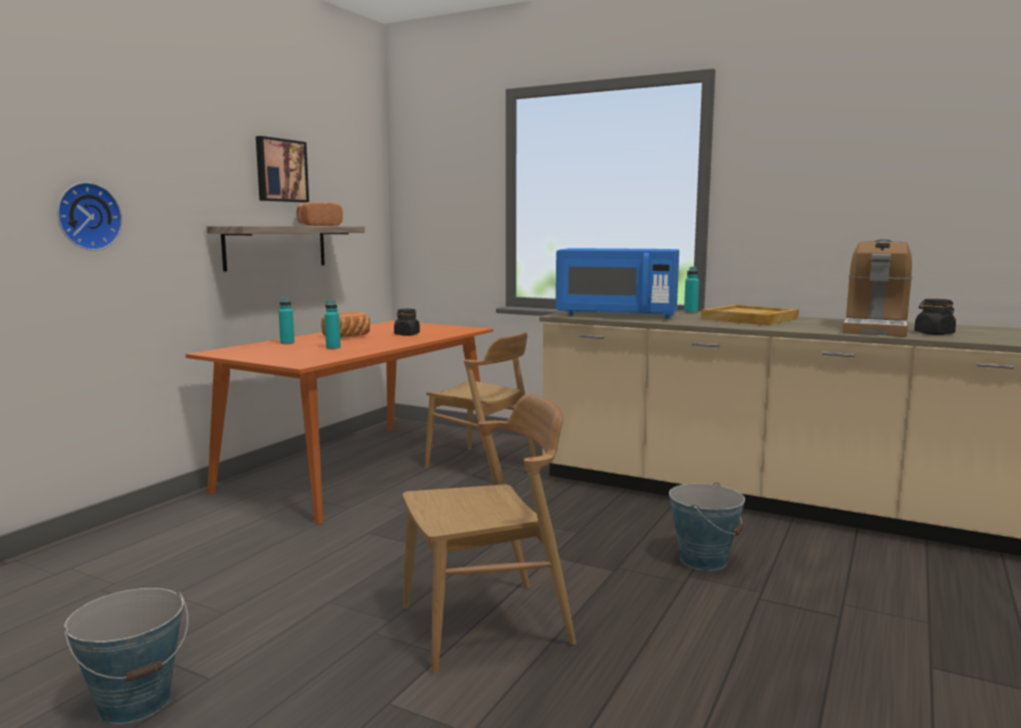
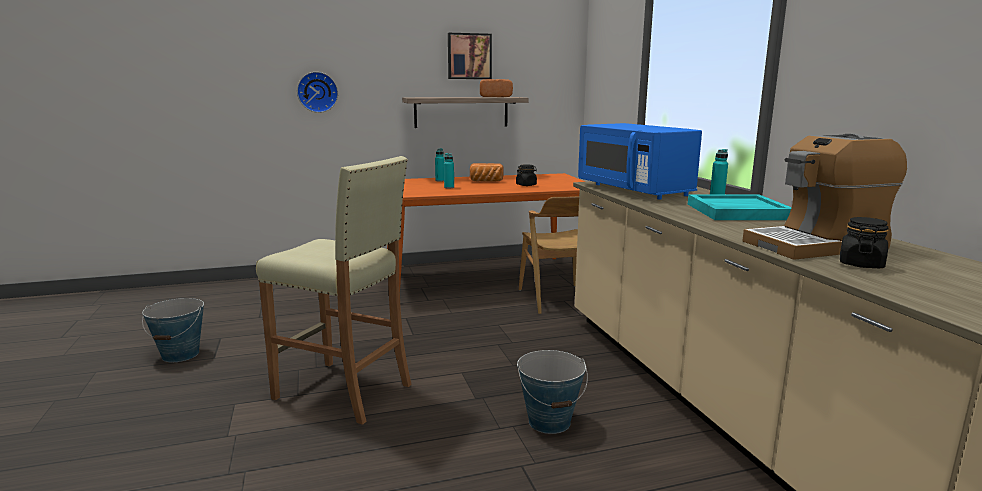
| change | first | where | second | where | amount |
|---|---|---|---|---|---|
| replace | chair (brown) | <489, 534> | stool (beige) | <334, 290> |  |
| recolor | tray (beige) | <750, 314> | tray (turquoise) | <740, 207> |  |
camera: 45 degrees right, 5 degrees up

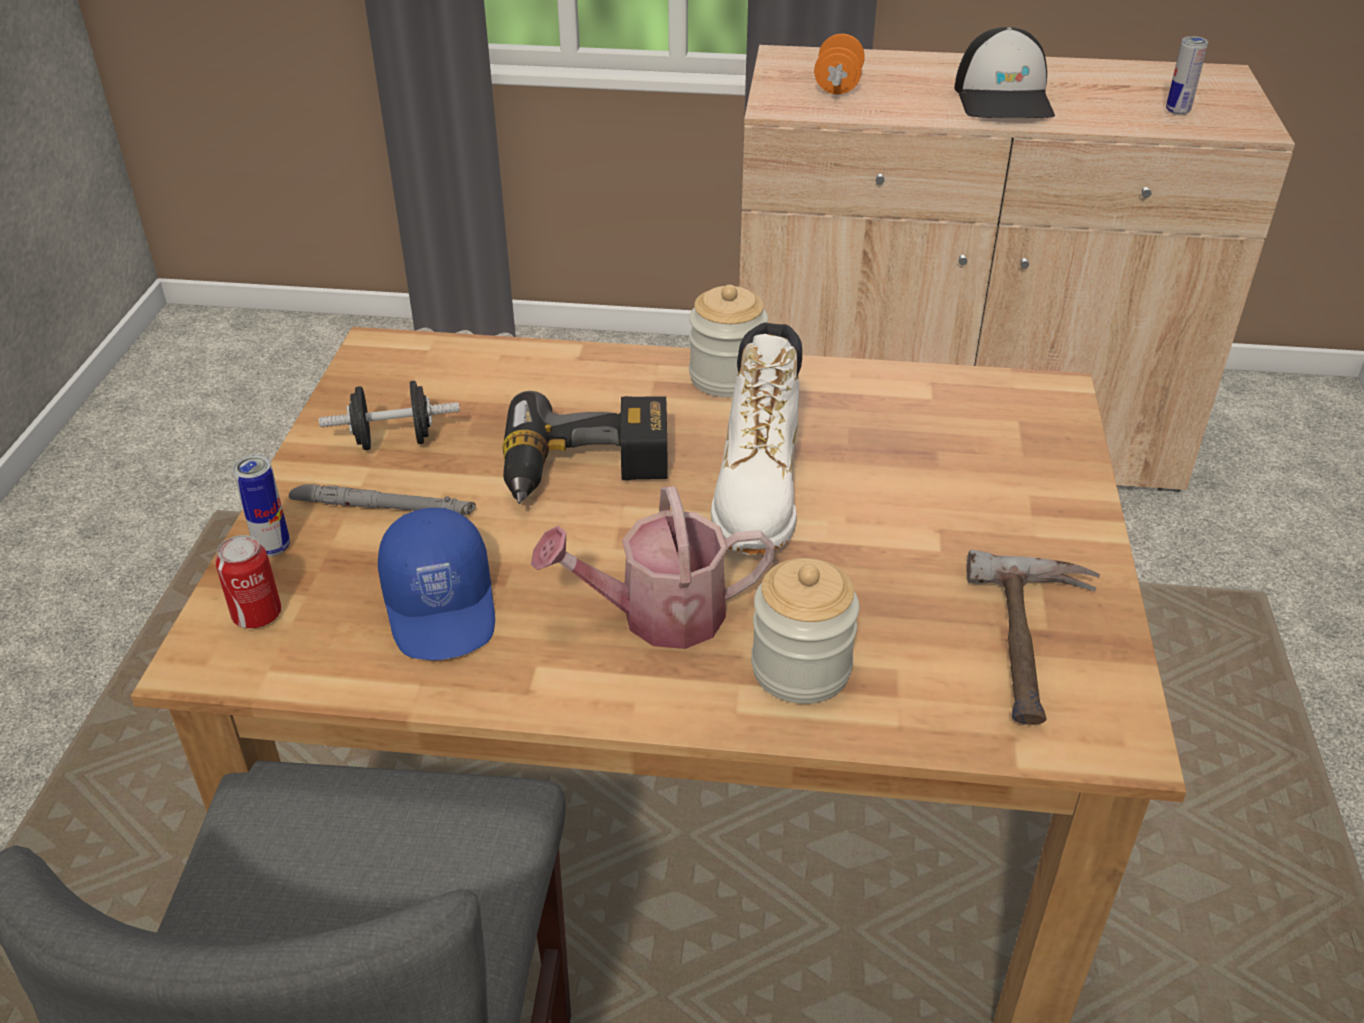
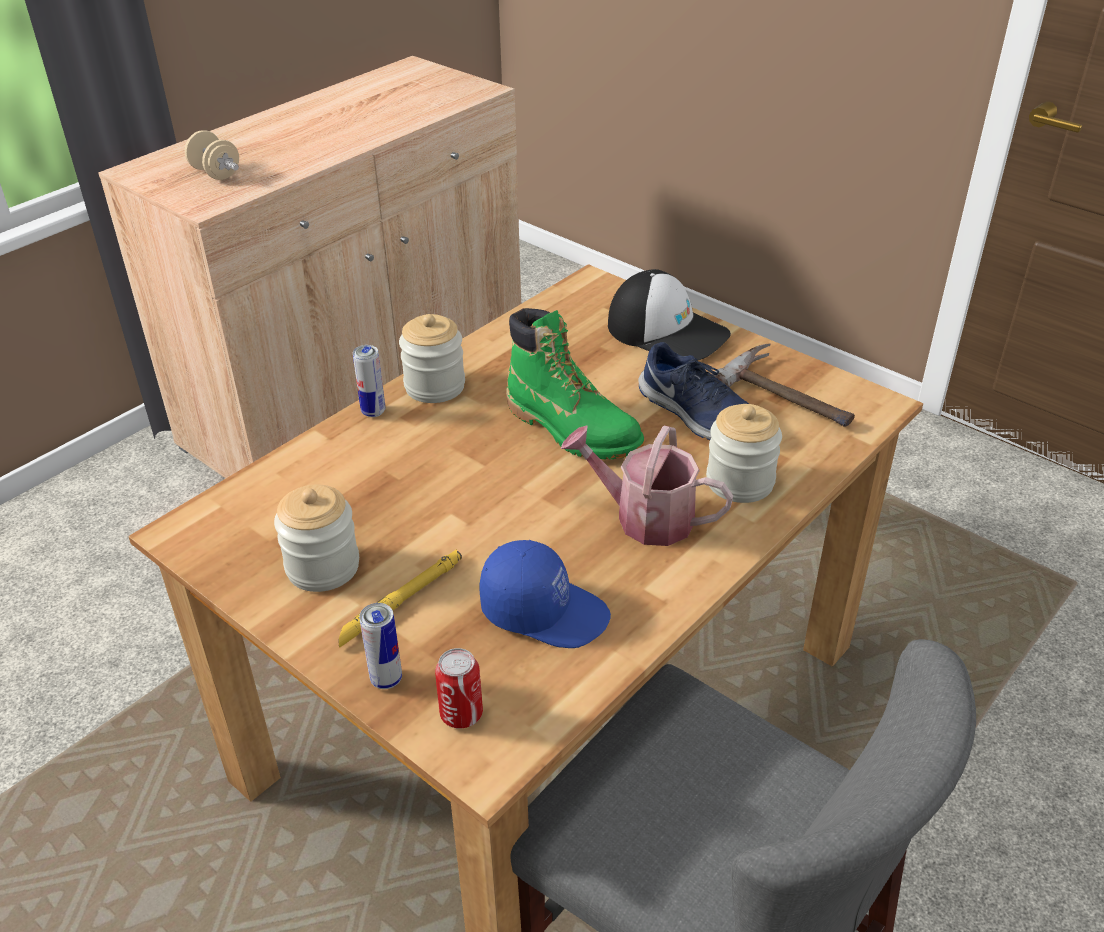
| change | first | where | second | where | amount |
|---|---|---|---|---|---|
| recolor | flashlight (grey) | <382, 499> | flashlight (yellow) | <400, 598> |  |
| replace | dumbbell (black) | <389, 415> | jar | <316, 538> |  |
| delete | power drill | <585, 447> |  |  |  |
| rotate | watering can | <653, 567> |  | <647, 485> | 90 degrees clockwise |
| recolor | boot (white) | <756, 438> | boot (green) | <575, 383> |  |
| recolor | dumbbell (orange) | <839, 64> | dumbbell (beige) | <212, 155> |  |
| move | cap | <1004, 72> |  | <669, 314> |  |
| move | can | <1187, 75> |  | <369, 381> |  |
| insert |  |  | shoe (blue) | <693, 391> |  |
camera: 55 degrees left, 0 degrees up

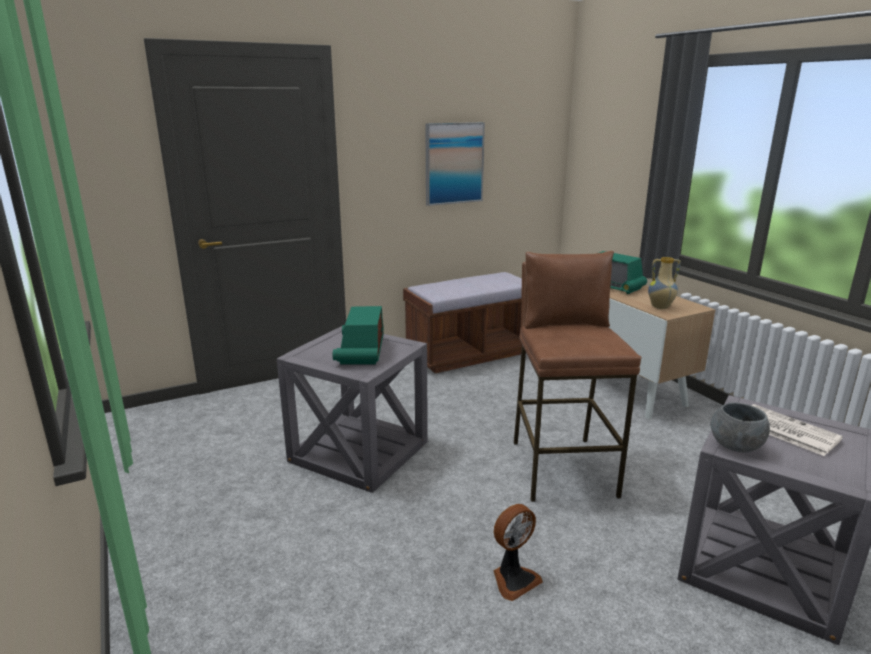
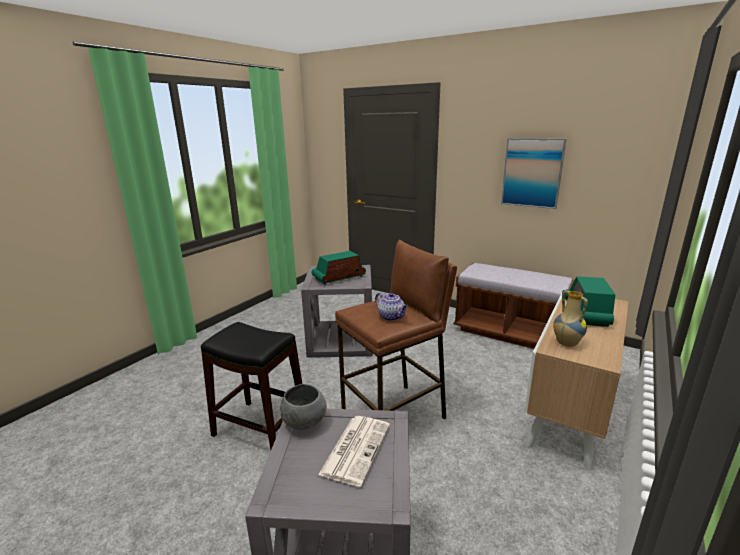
| change | first | where | second | where | amount |
|---|---|---|---|---|---|
| replace | fan | <518, 552> | stool (black) | <251, 385> |  |
| insert |  |  | teapot | <391, 307> |  |
camera: 60 degrees right, 0 degrees up

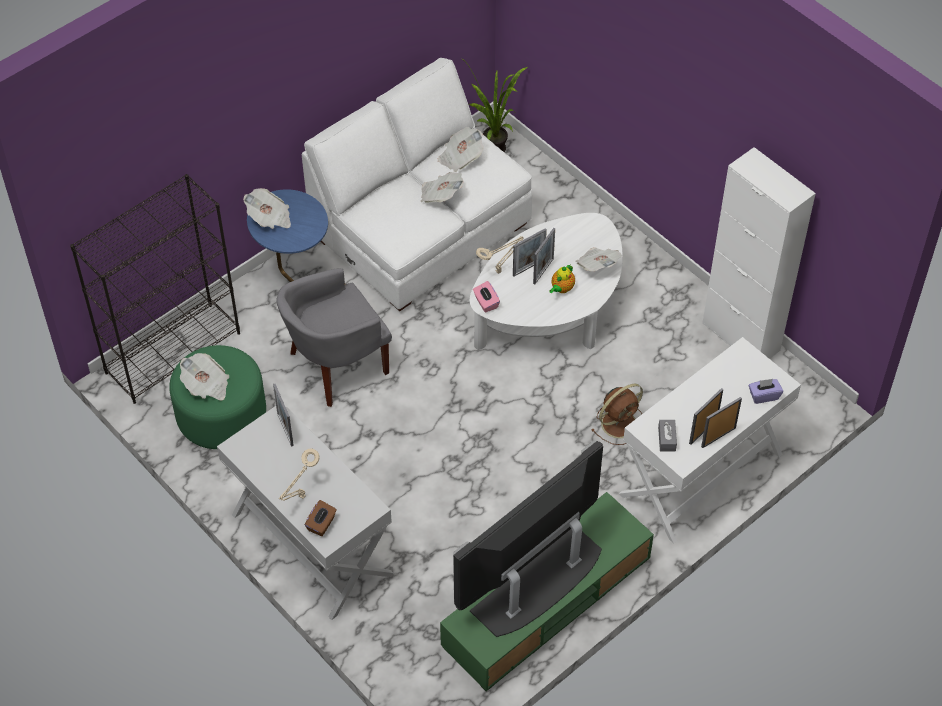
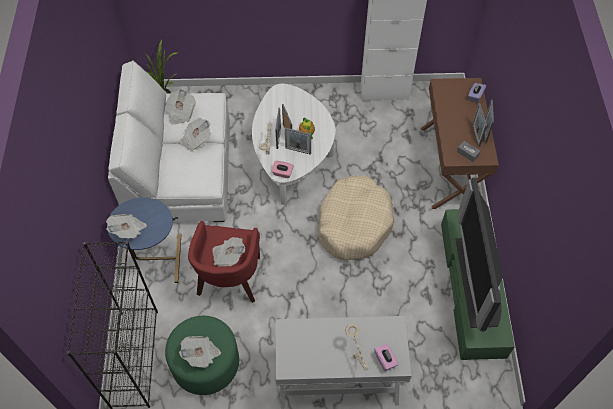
| change | first | where | second | where | amount |
|---|---|---|---|---|---|
| move | picture frame | <283, 415> |  | <298, 141> |  |
| recolor | armchair (grey) | <334, 337> | armchair (red) | <224, 262> |  |
| recolor | tissue box (brown) | <321, 518> | tissue box (pink) | <386, 357> |  |
| move | newspaper | <599, 259> |  | <228, 251> |  |
| delete | fan (brown) | <617, 414> |  |  |  |
| recolor | console table (white) | <710, 440> | console table (brown) | <460, 143> |  |
| insert |  |  | dog bed (beige) | <356, 218> |  |
camera: 50 degrees left, 5 degrees up

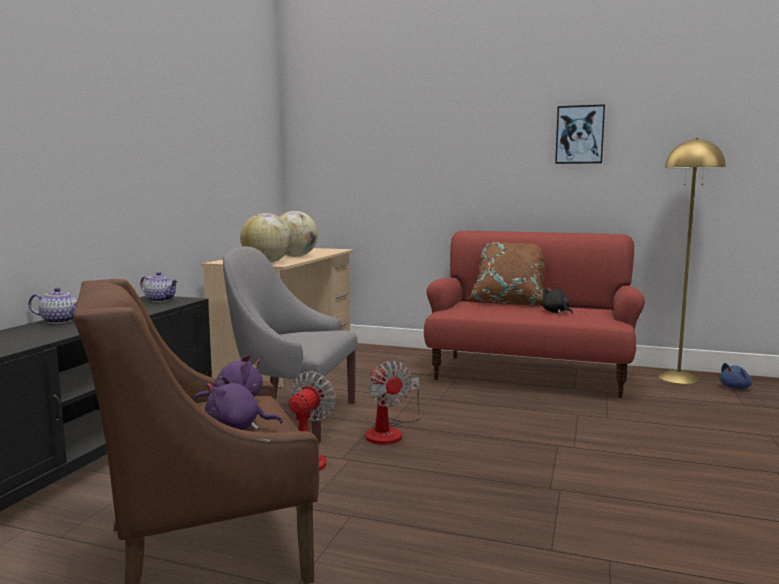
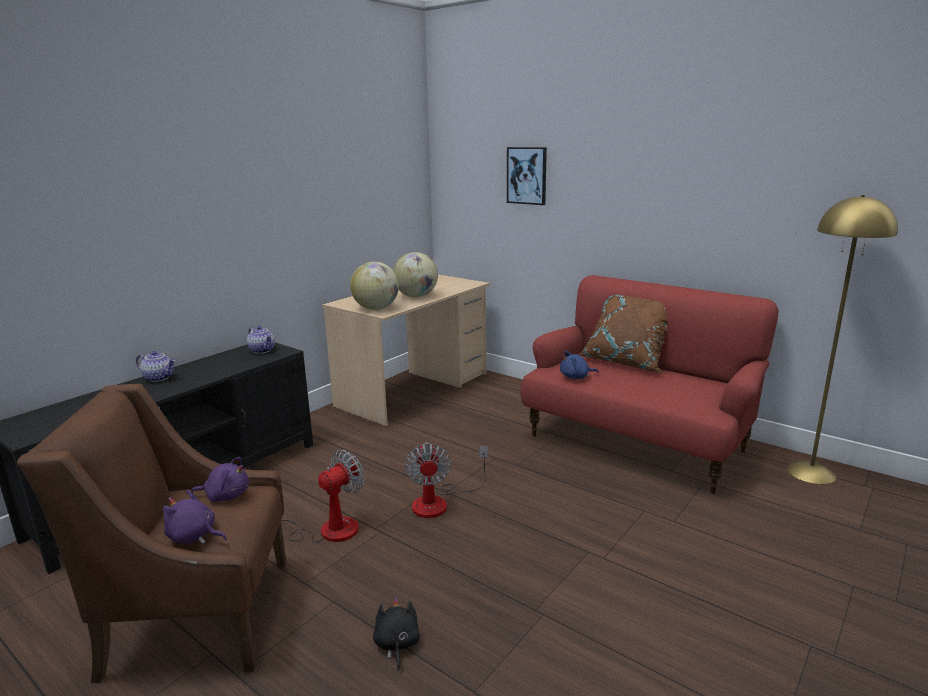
| change | first | where | second | where | amount |
|---|---|---|---|---|---|
| delete | armchair (grey) | <290, 345> |  |  |  |
| move | plush toy (black) | <557, 300> |  | <396, 634> |  |
| move | picture | <580, 134> |  | <527, 176> |  |
| move | plush toy (blue) | <736, 376> |  | <579, 365> |  |
camera: 20 degrees right, 10 degrees up

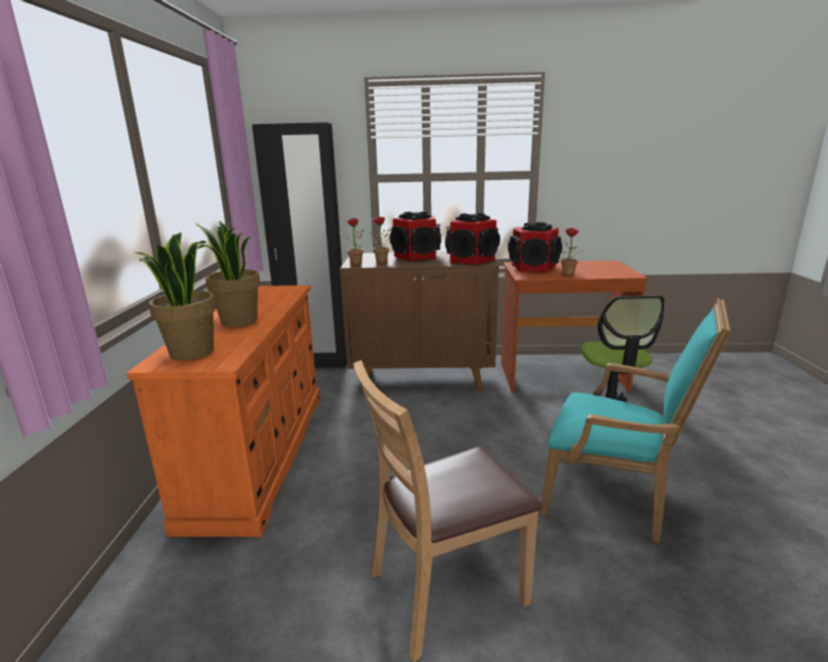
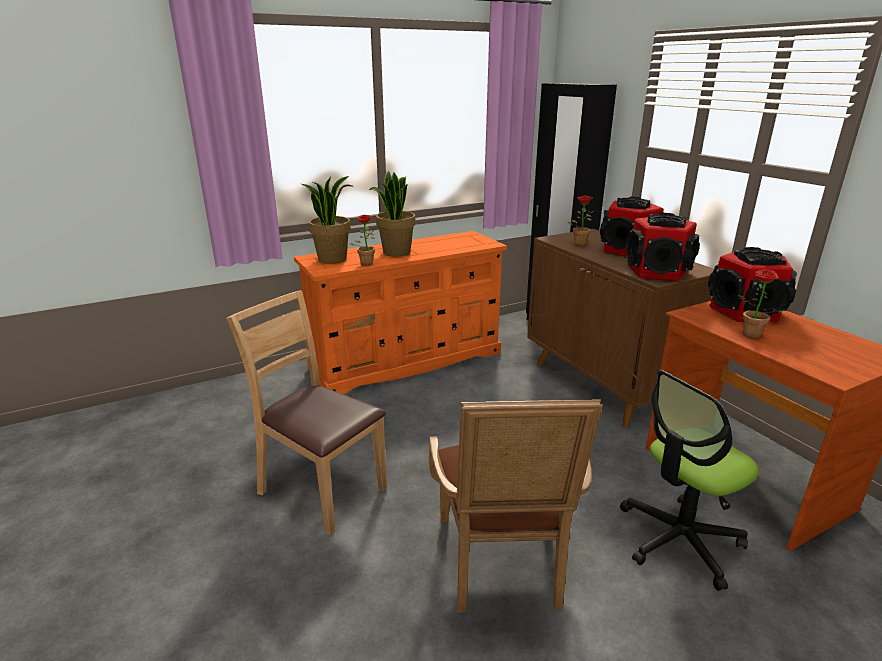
| change | first | where | second | where | amount |
|---|---|---|---|---|---|
| move | potted plant | <351, 241> |  | <362, 240> |  |
| recolor | armchair (turquoise) | <635, 420> | armchair (brown) | <516, 506> |  |
camera: 60 degrees right, 5 degrees up

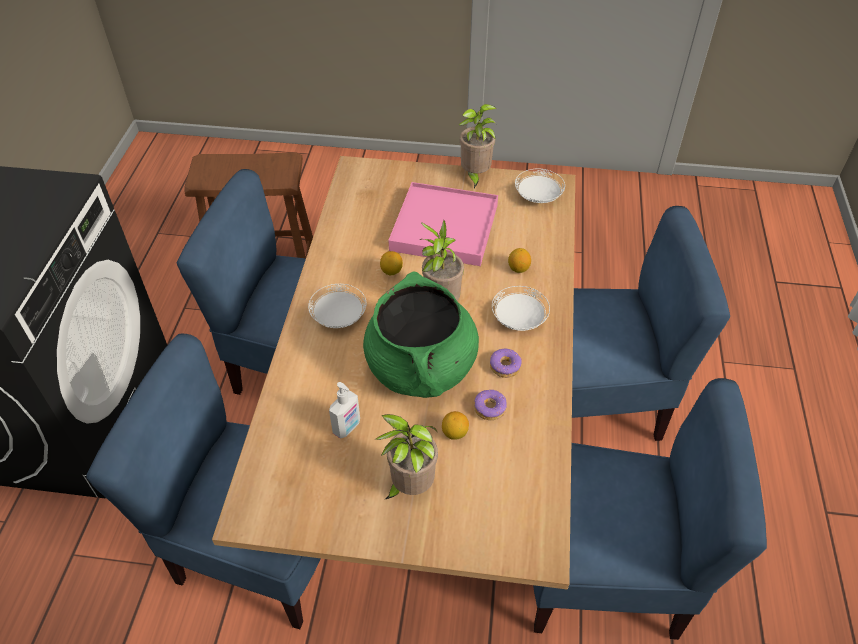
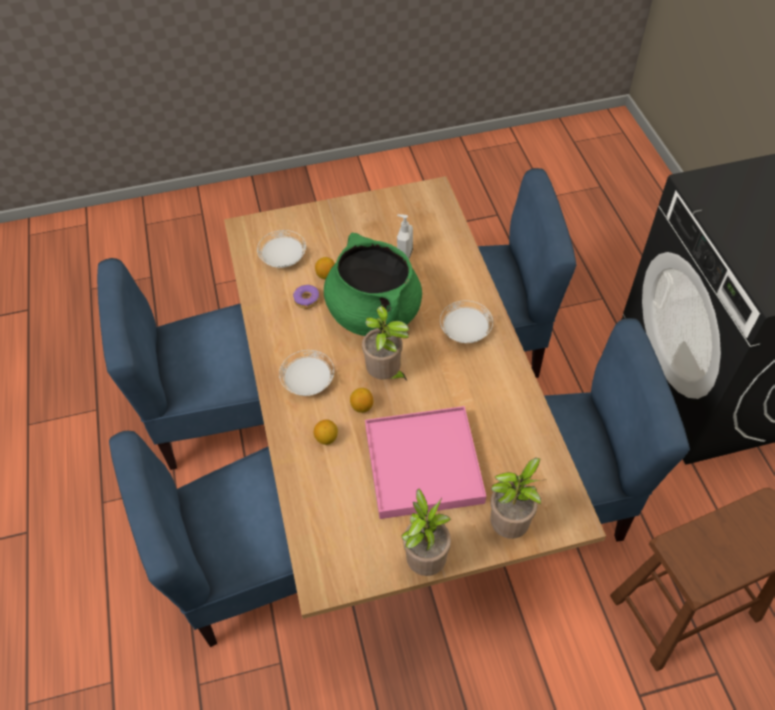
| change | first | where | second | where | amount |
|---|---|---|---|---|---|
| move | potted plant | <406, 456> |  | <519, 498> |  |
| move | lemon | <391, 263> |  | <361, 400> |  |
| delete | donut | <506, 363> |  |  |  |
| move | plate (white) | <540, 186> |  | <281, 249> |  |
camera: 160 degrees right, 5 degrees up

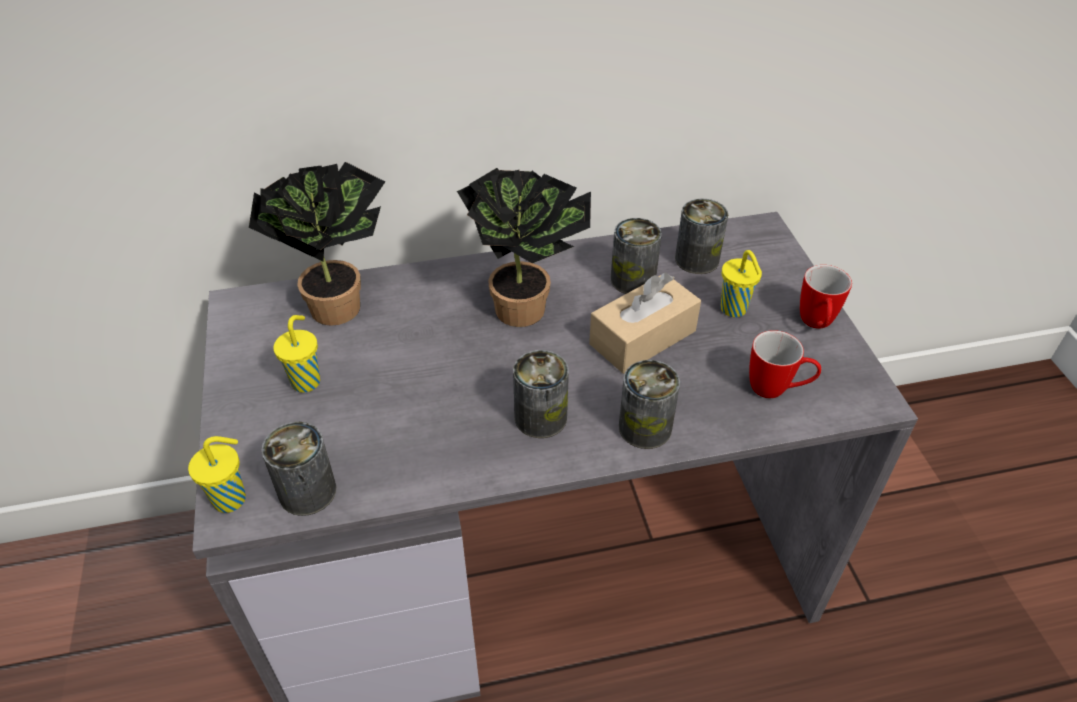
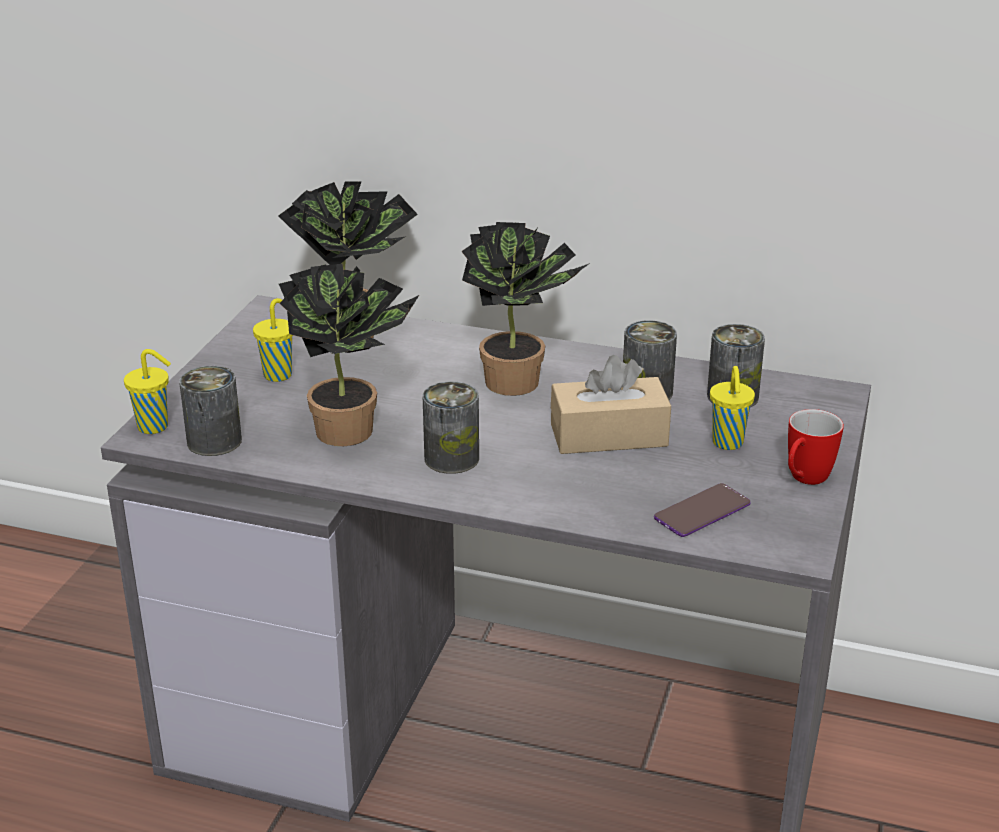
| change | first | where | second | where | amount |
|---|---|---|---|---|---|
| delete | can | <649, 404> |  |  |  |
| replace | mug | <785, 364> | phone | <702, 510> |  |
| insert |  |  | potted plant | <349, 355> |  |
camera: 30 degrees right, 15 degrees down

